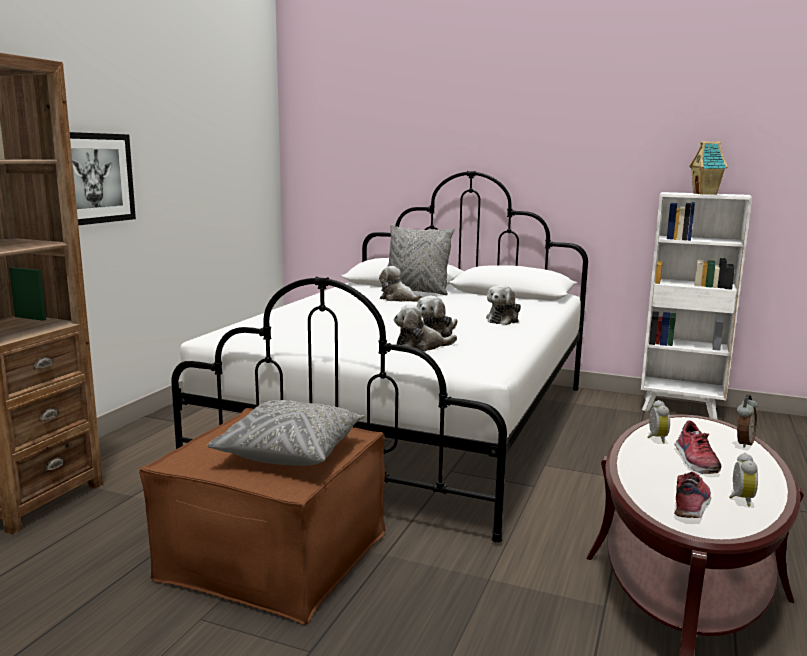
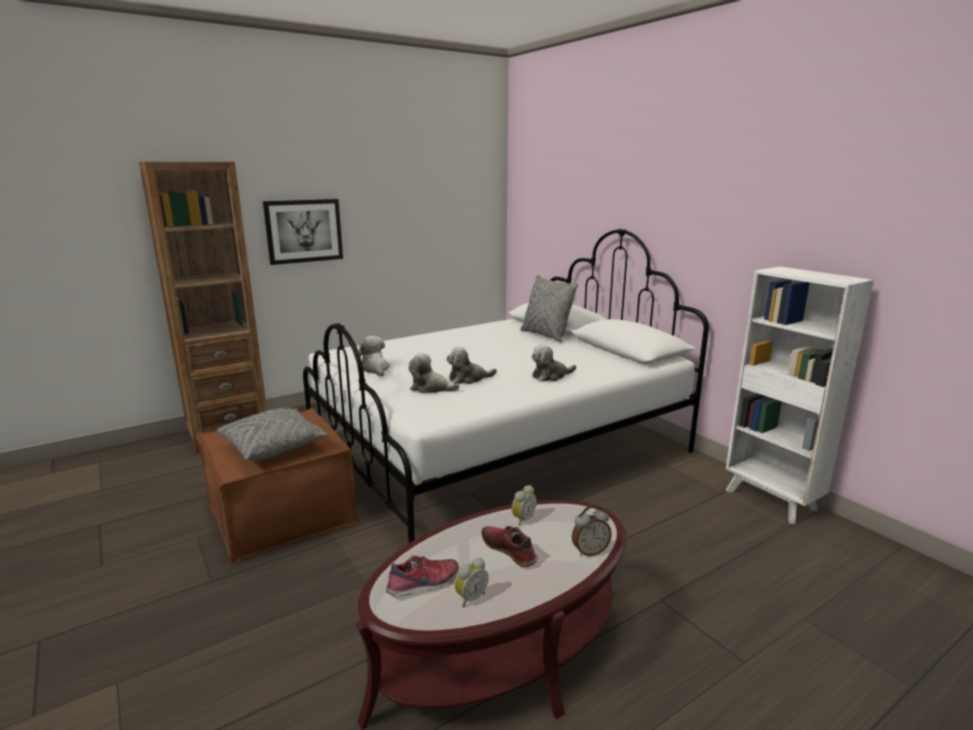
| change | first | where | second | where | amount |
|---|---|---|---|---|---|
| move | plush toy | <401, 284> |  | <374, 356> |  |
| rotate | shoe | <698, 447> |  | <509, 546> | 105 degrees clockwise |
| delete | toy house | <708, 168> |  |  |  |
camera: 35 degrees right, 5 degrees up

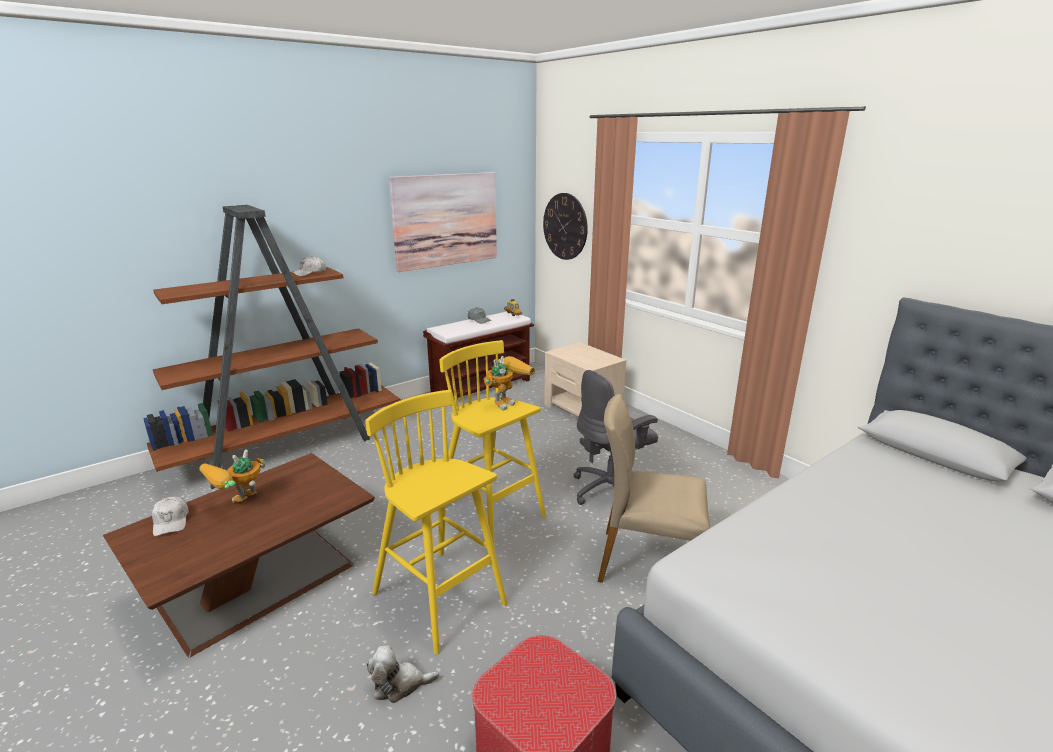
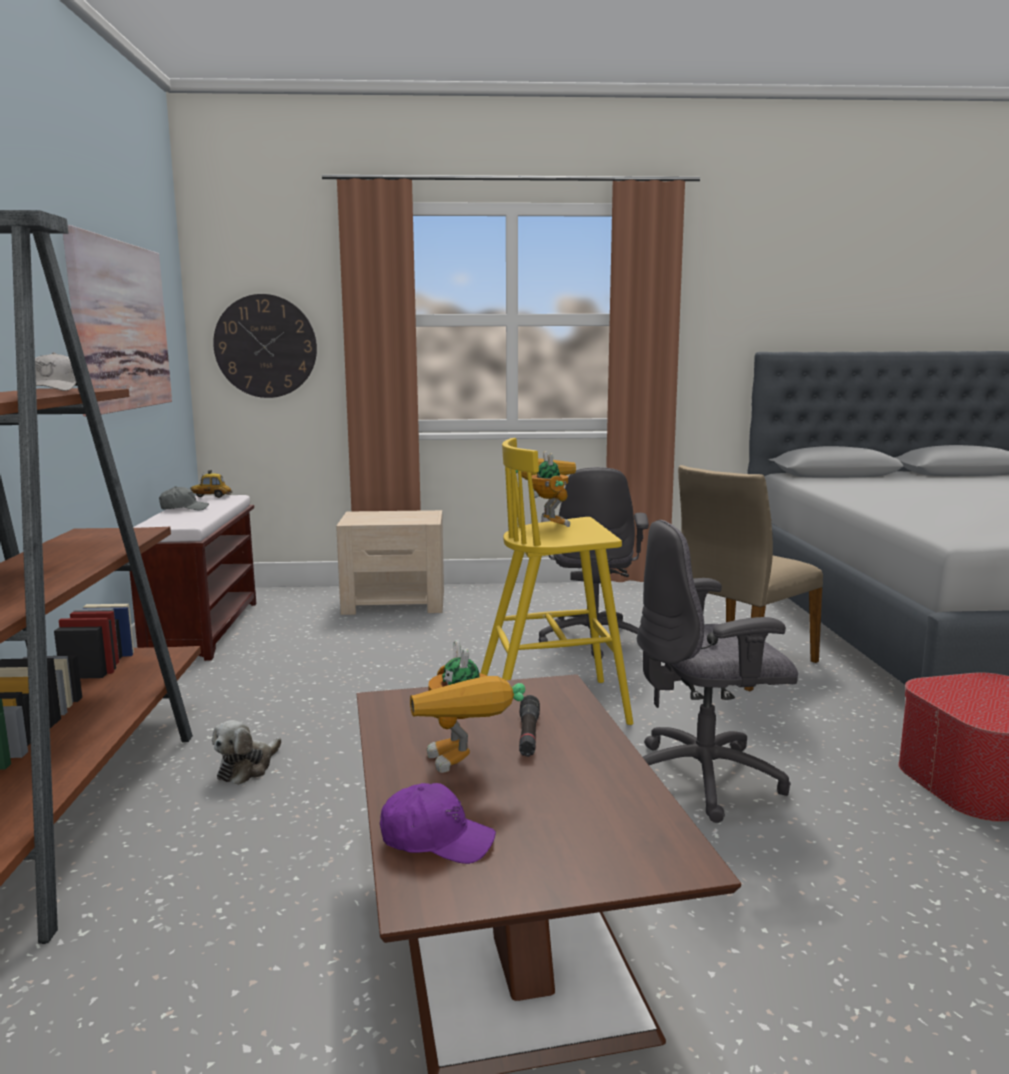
| change | first | where | second | where | amount |
|---|---|---|---|---|---|
| recolor | cap (white) | <170, 516> | cap (purple) | <438, 823> |  |
| replace | stool (yellow) | <436, 522> | office chair (grey) | <717, 671> |  |
| move | plush toy | <403, 674> |  | <246, 752> |  |
| insert |  |  | flashlight (black) | <529, 726> |  |
camera: 55 degrees left, 10 degrees down

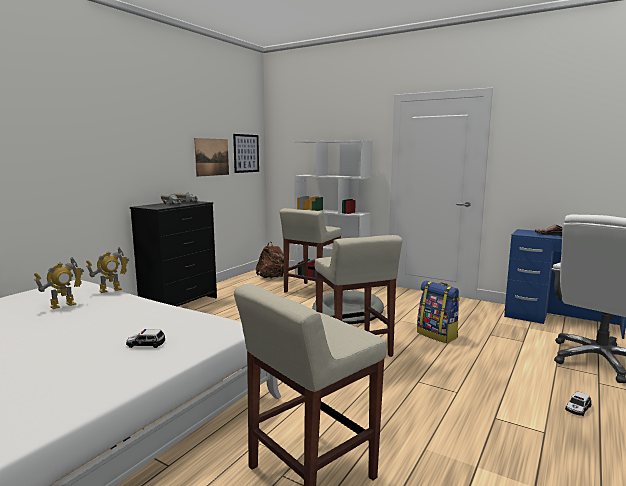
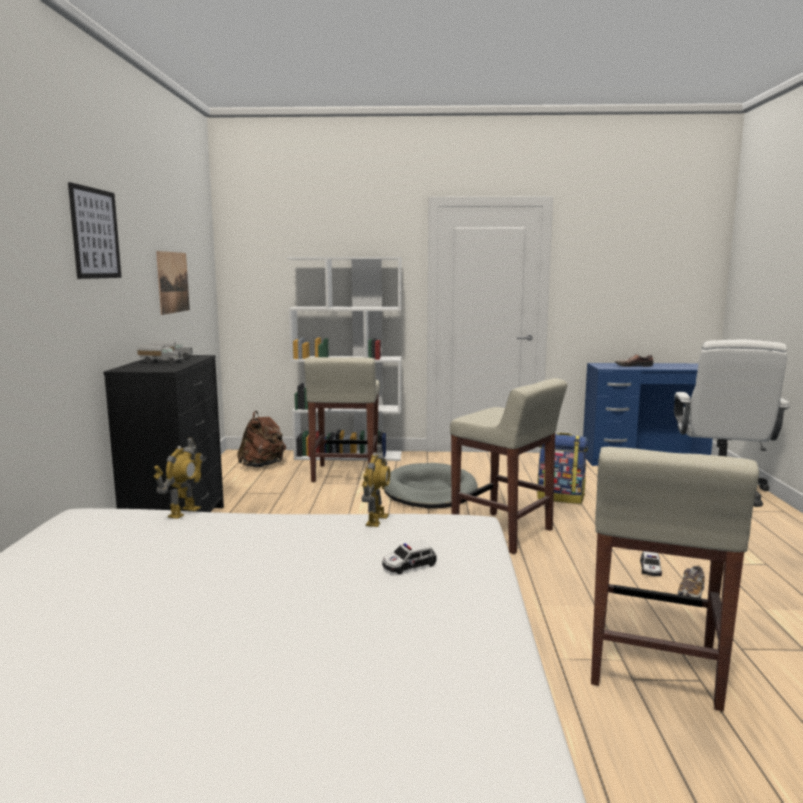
| change | first | where | second | where | amount |
|---|---|---|---|---|---|
| move | toy robot | <59, 283> |  | <376, 485> |  |
| move | picture | <246, 153> |  | <95, 230> |  |
| move | toy car | <578, 404> |  | <651, 563> |  |
| insert |  |  | shoe | <691, 581> |  |
camera: 30 degrees left, 0 degrees up

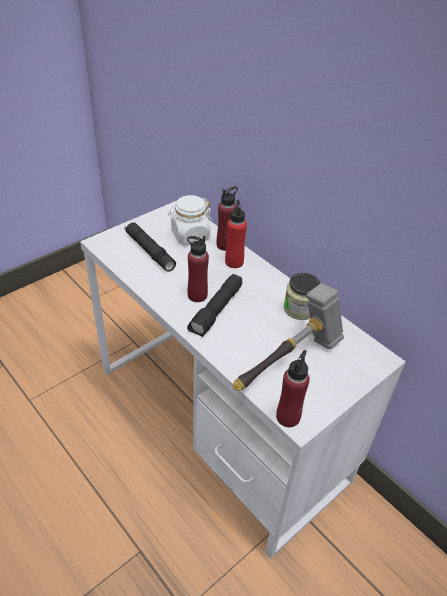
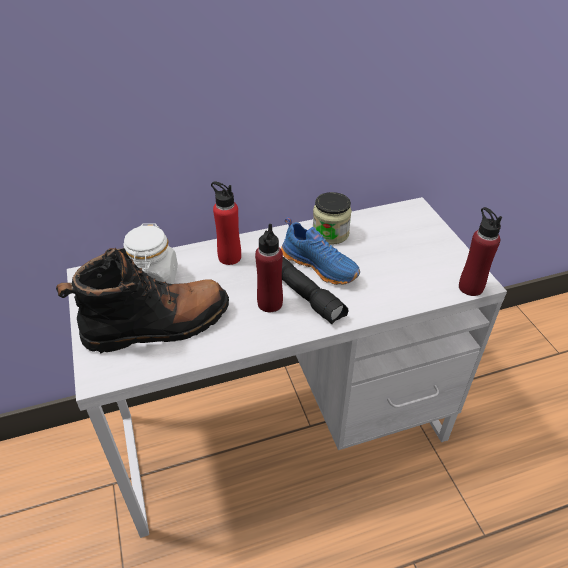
| change | first | where | second | where | amount |
|---|---|---|---|---|---|
| replace | flashlight (black) | <150, 247> | boot (black) | <142, 300> |  |
| delete | bottle (red) | <227, 218> |  |  |  |
| delete | hammer | <288, 337> |  |  |  |
| insert |  |  | shoe (blue) | <320, 251> |  |
camera: 65 degrees left, 0 degrees up

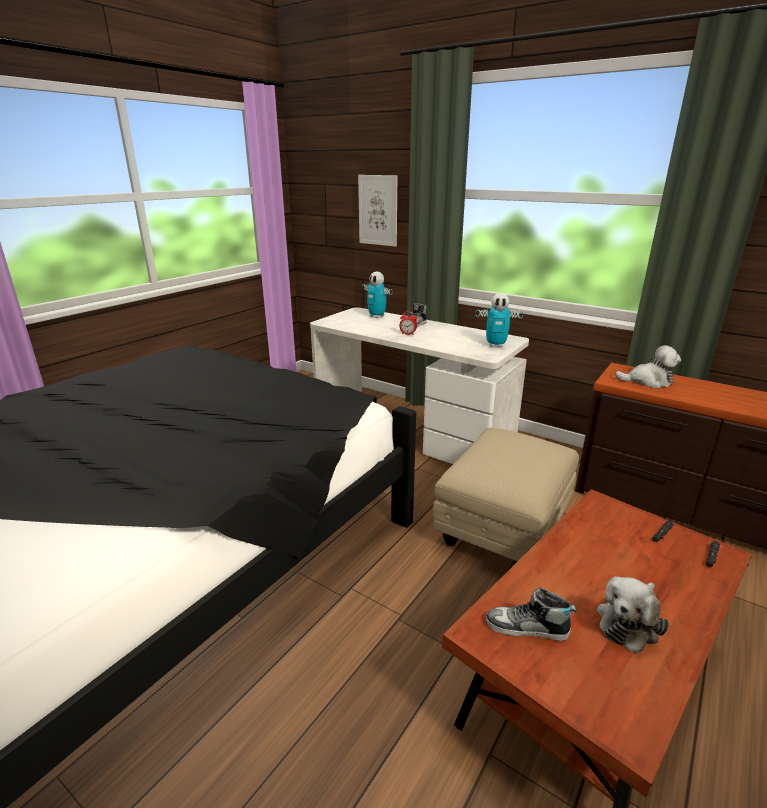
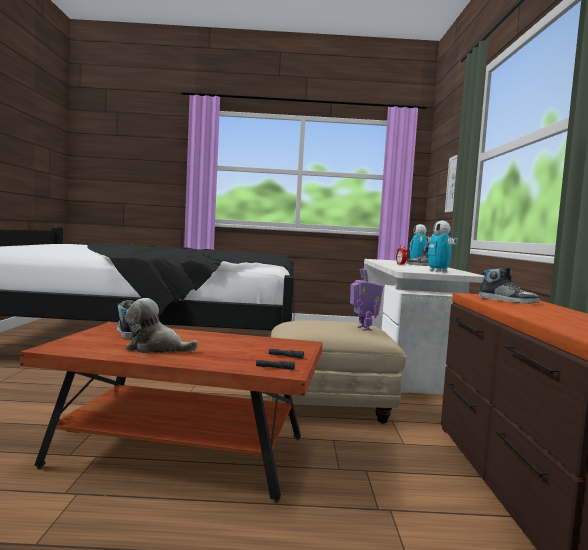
| change | first | where | second | where | amount |
|---|---|---|---|---|---|
| replace | plush toy | <648, 367> | shoe | <509, 286> |  |
| insert |  |  | toy robot | <367, 300> |  |
camera: 55 degrees right, 20 degrees down

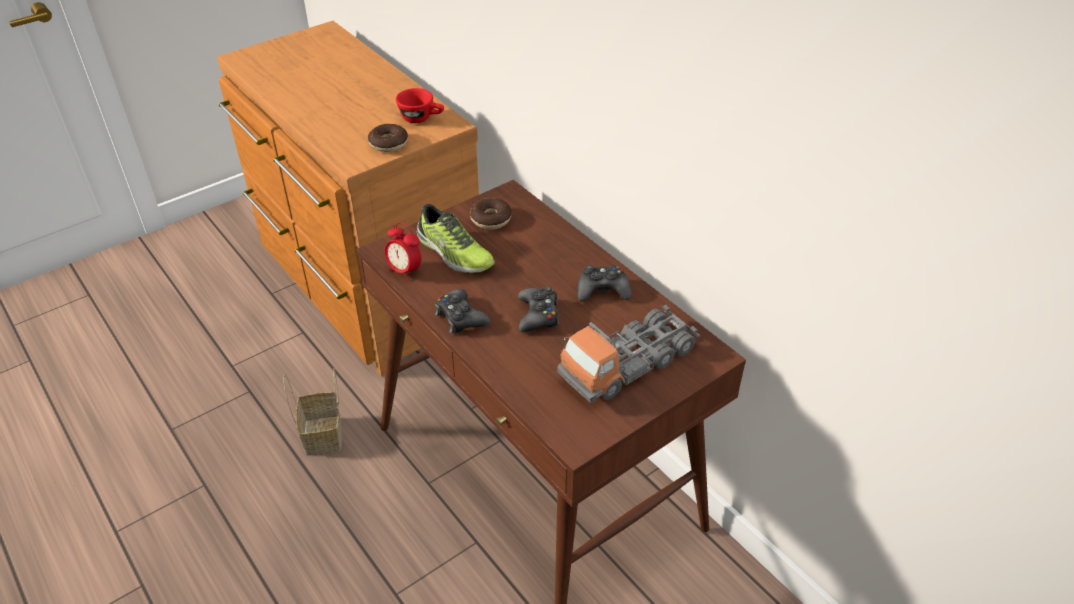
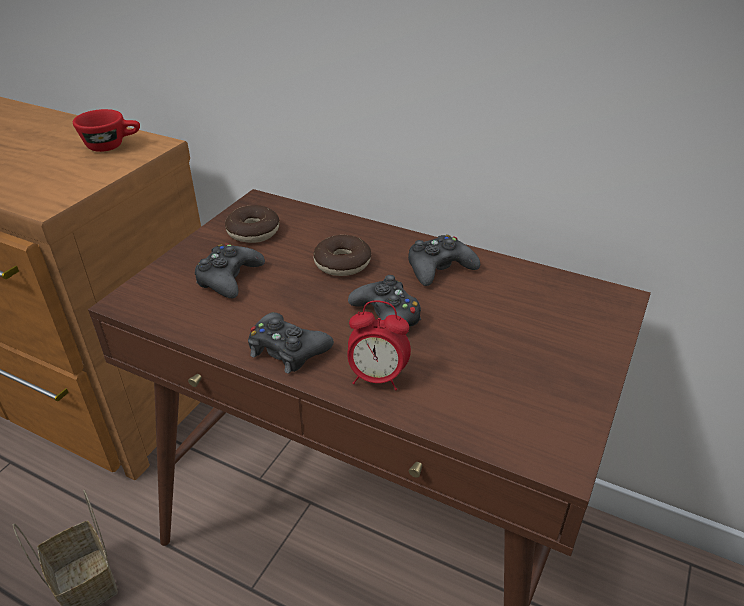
| change | first | where | second | where | amount |
|---|---|---|---|---|---|
| move | donut | <388, 138> |  | <342, 255> |  |
| move | alarm clock | <403, 251> |  | <379, 346> |  |
| replace | shoe | <456, 238> | game controller (black) | <230, 271> |  |
| delete | toy truck | <628, 354> |  |  |  |
camera: 25 degrees left, 5 degrees down

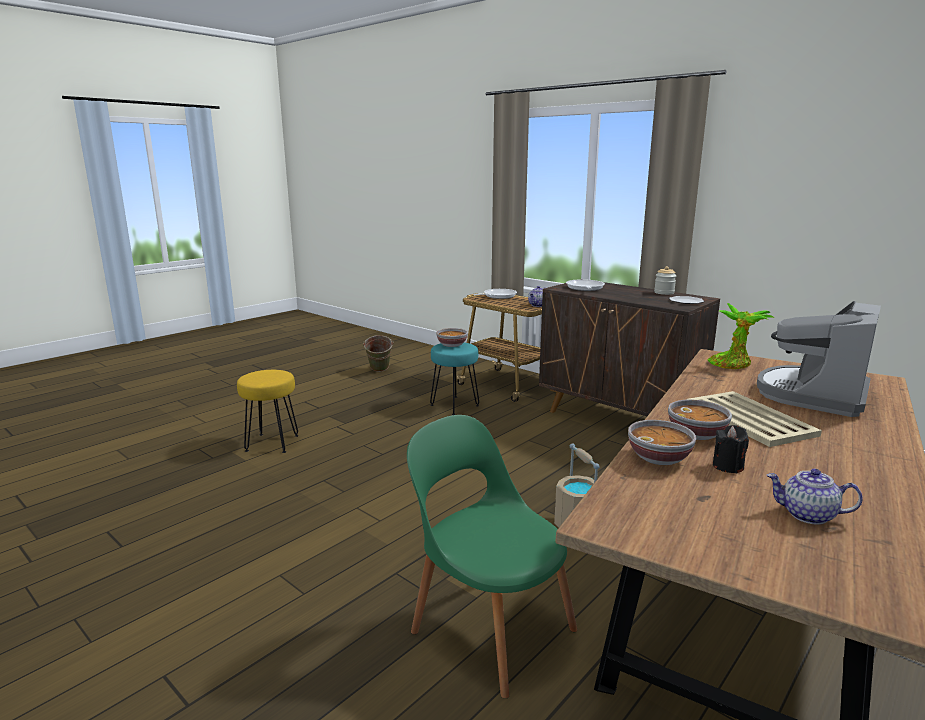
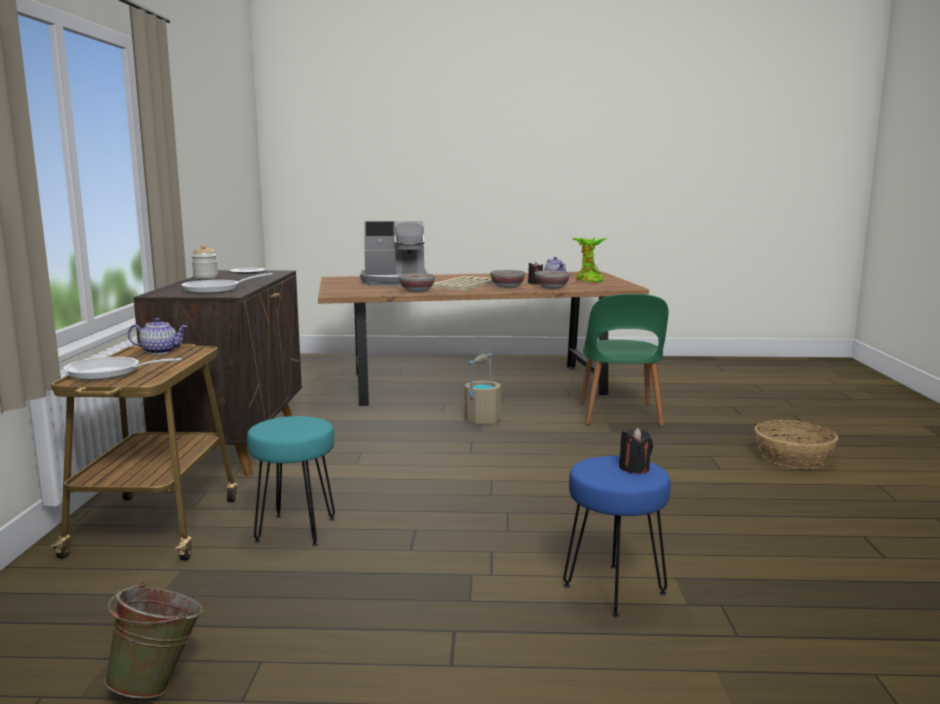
| change | first | where | second | where | amount |
|---|---|---|---|---|---|
| recolor | stool (yellow) | <268, 411> | stool (blue) | <617, 536> |  |
| move | bowl | <452, 337> |  | <417, 282> |  |
| move | potted plant | <740, 336> |  | <589, 260> |  |
| insert |  |  | candle (black) | <636, 451> |  |
| insert |  |  | basket | <796, 444> |  |
camera: 130 degrees left, 5 degrees down

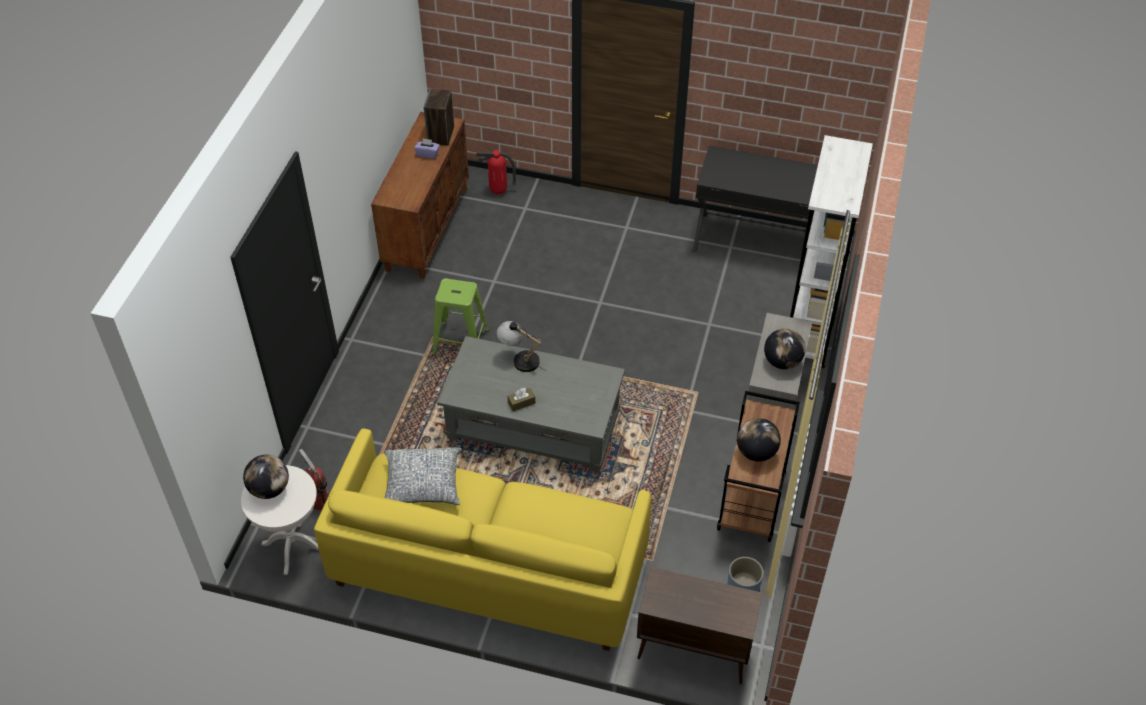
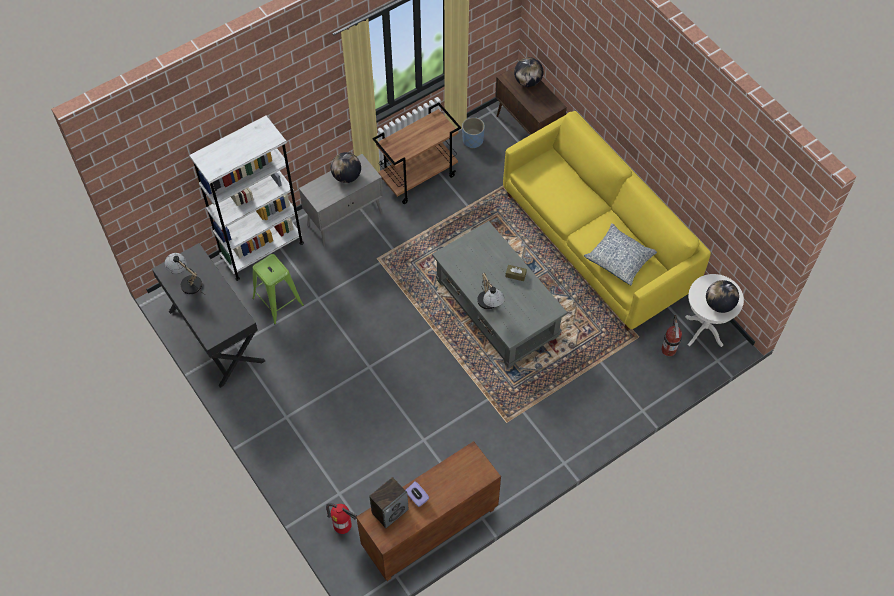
| change | first | where | second | where | amount |
|---|---|---|---|---|---|
| move | stool (green) | <460, 316> |  | <278, 289> |  |
| move | globe | <759, 440> |  | <528, 72> |  |
| insert |  |  | table lamp | <184, 274> |  |
camera: 140 degrees left, 10 degrees up

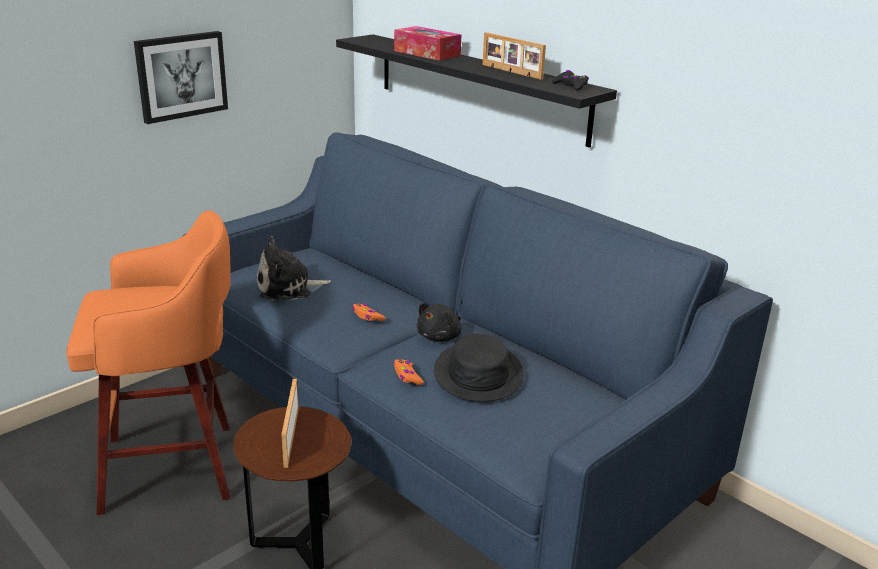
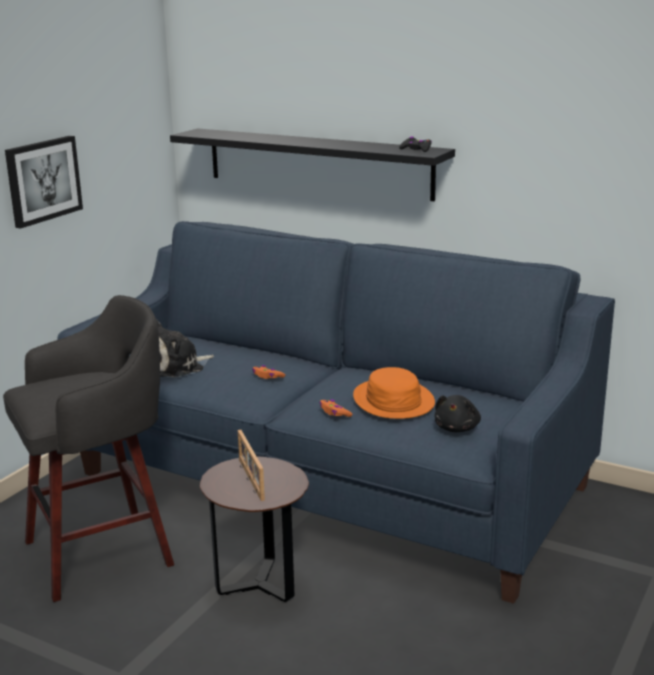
| change | first | where | second | where | amount |
|---|---|---|---|---|---|
| recolor | stool (orange) | <148, 362> | stool (grey) | <88, 448> |  |
| delete | tissue box | <427, 43> |  |  |  |
| move | plush toy (black) | <439, 322> |  | <458, 413> |  |
| recolor | hat (black) | <479, 367> | hat (orange) | <394, 393> |  |
| delete | picture frame | <514, 56> |  |  |  |
camera: 15 degrees left, 5 degrees down

